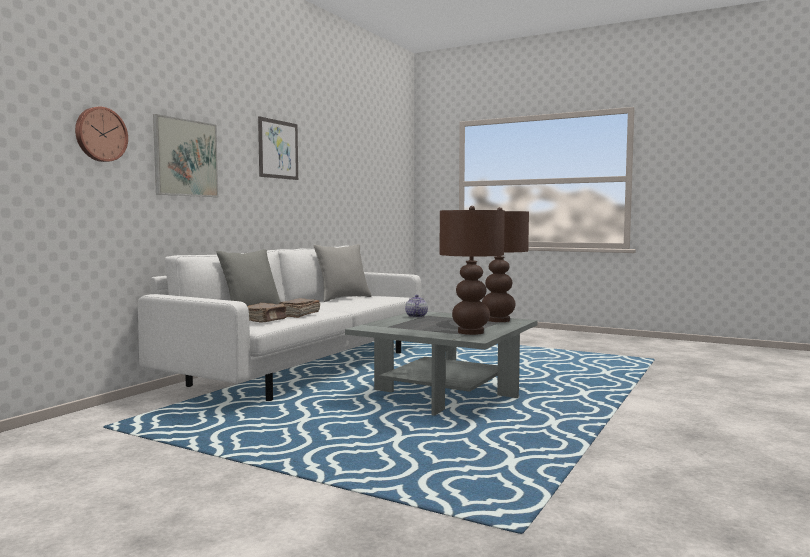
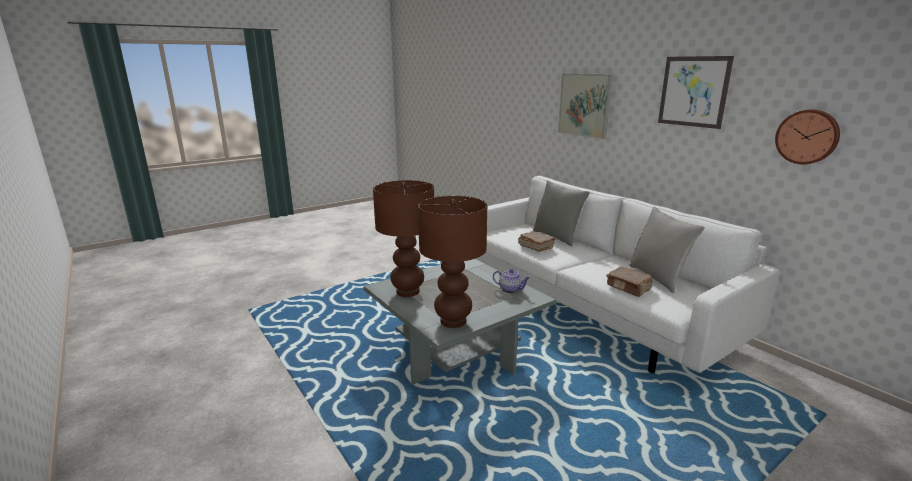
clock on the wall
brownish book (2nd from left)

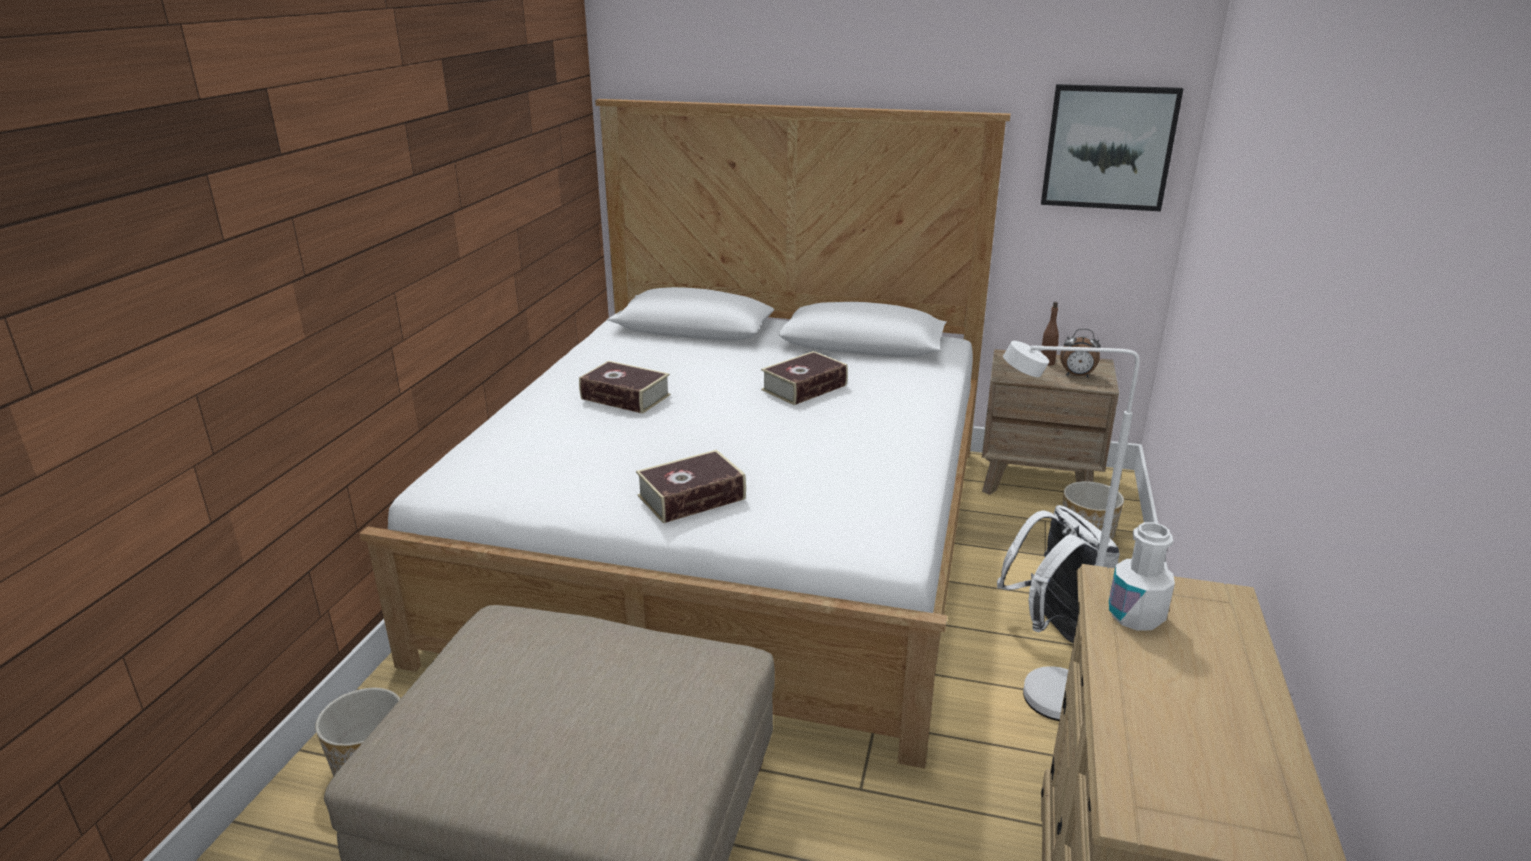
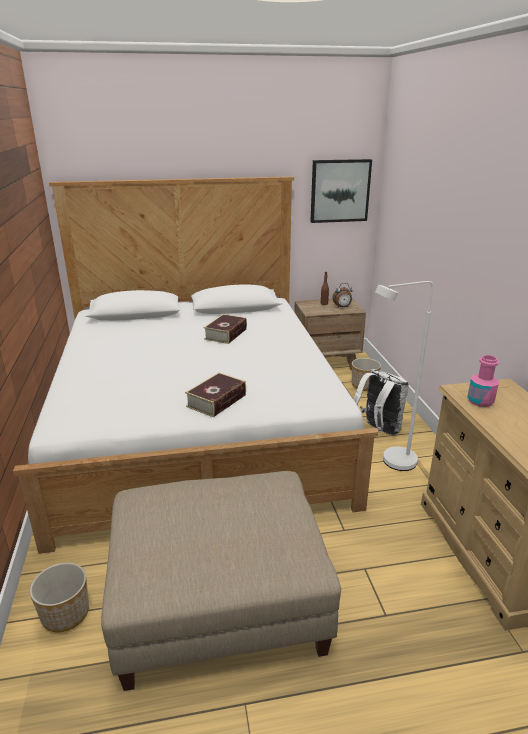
book (1st from left in the first image)
pink beverage bottle

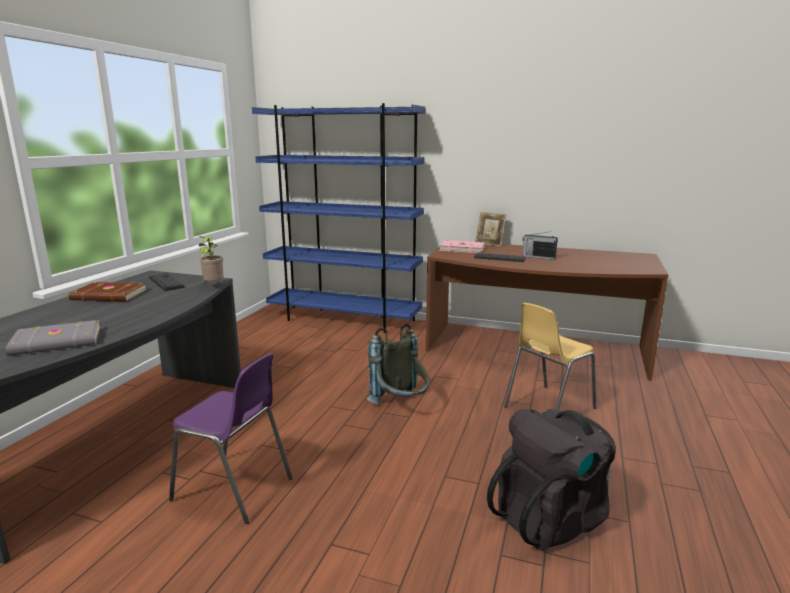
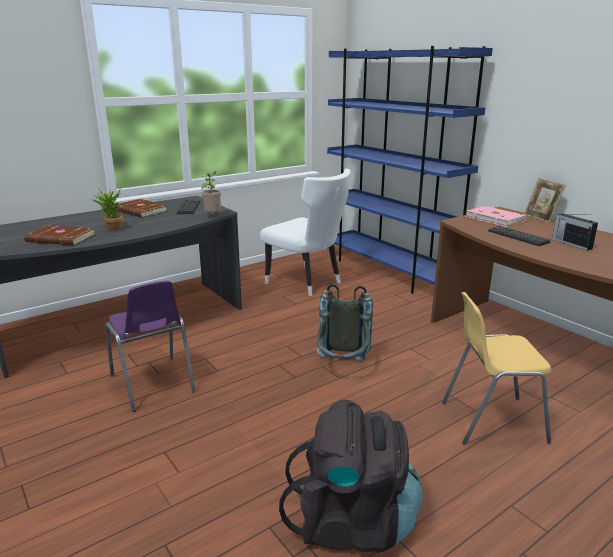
brownish book (1st from left)
white-coloured upright chair
houseplant (1st from left)

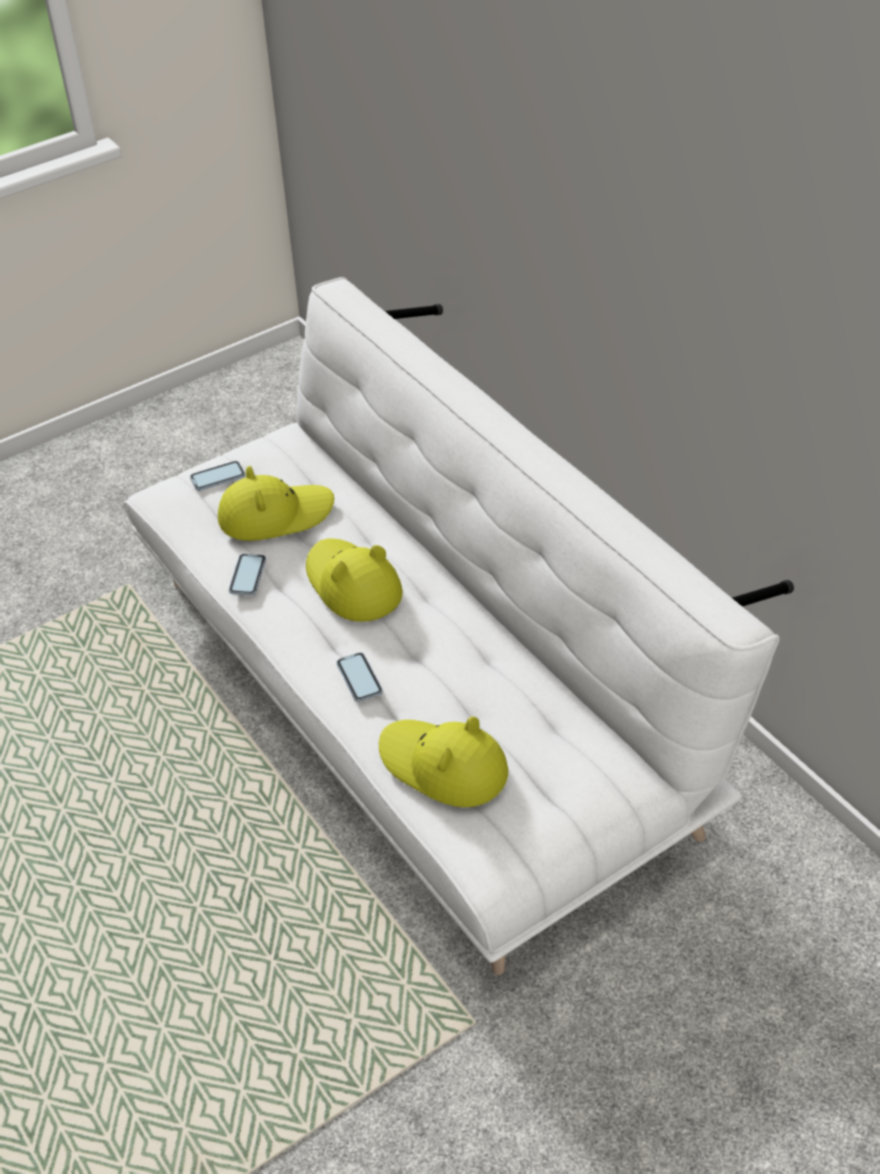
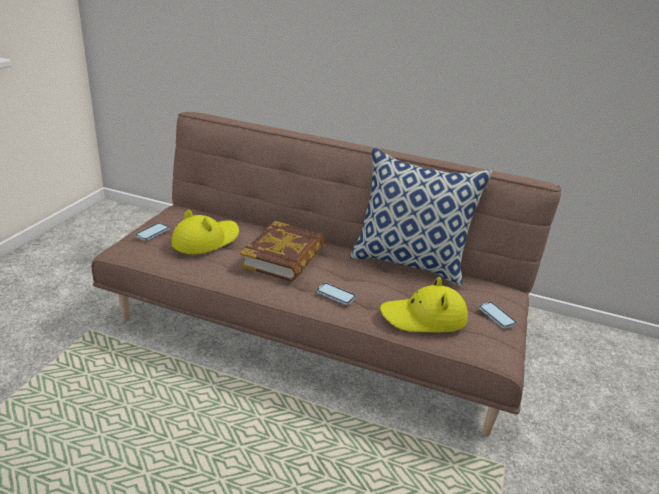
brownish couch
book
handset (3rd from left)
cushion

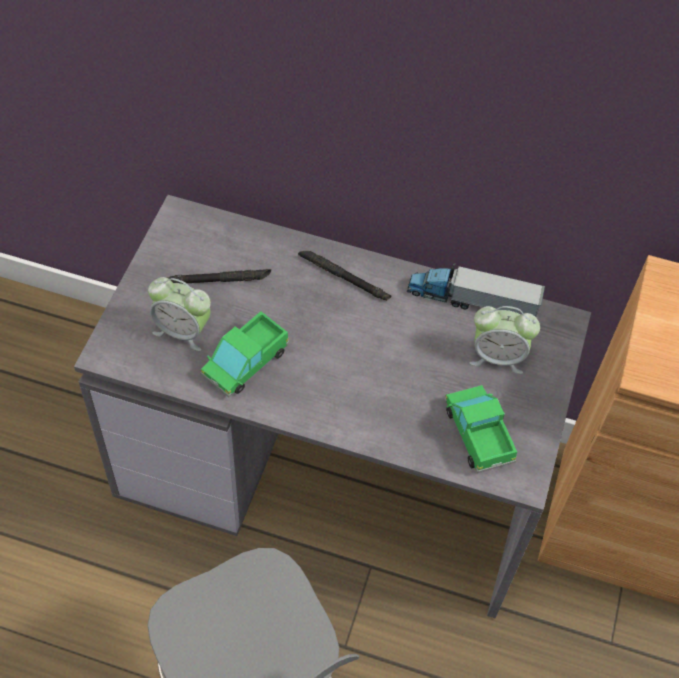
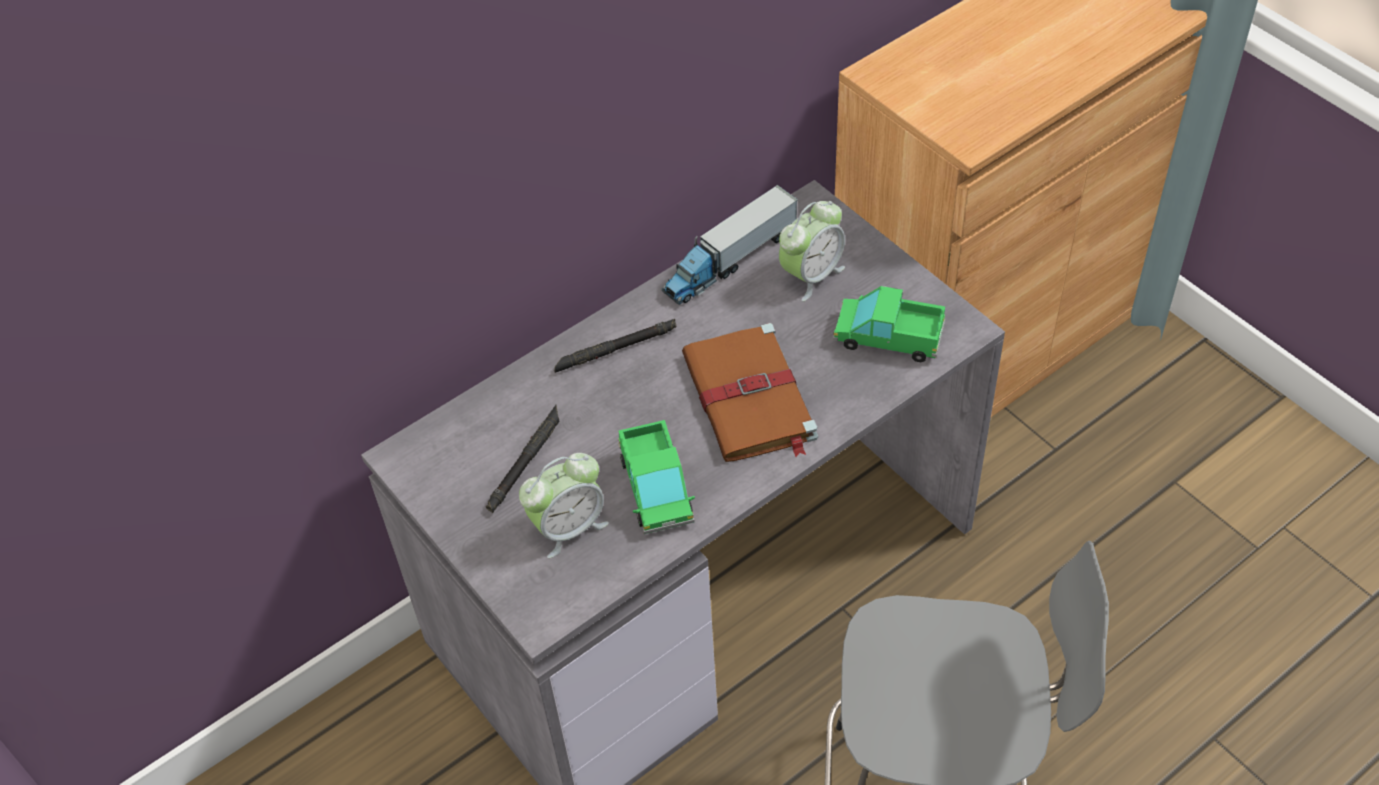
brownish book

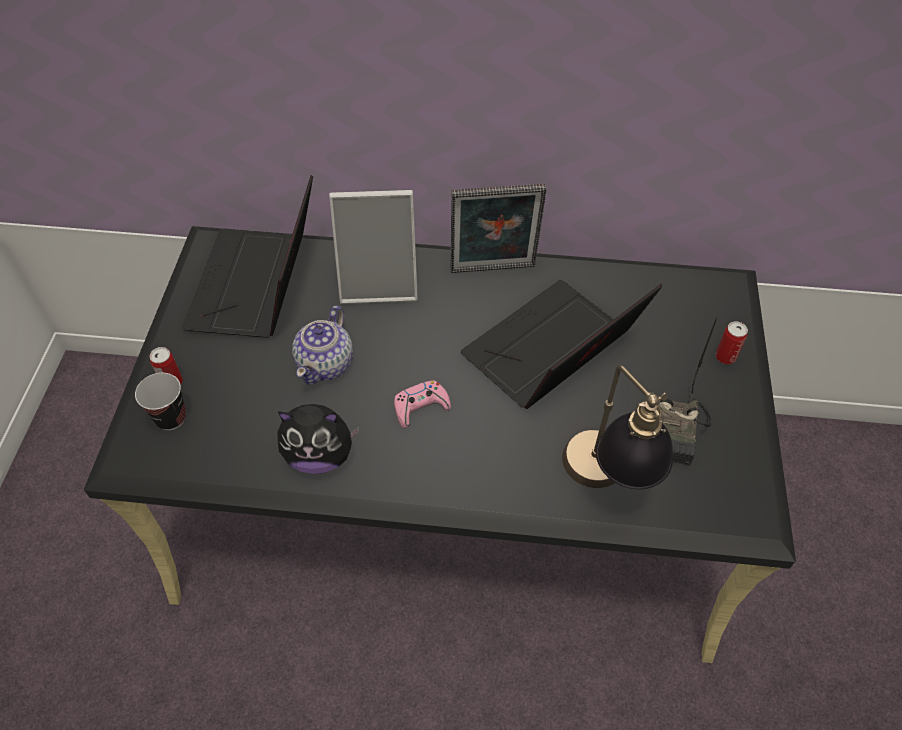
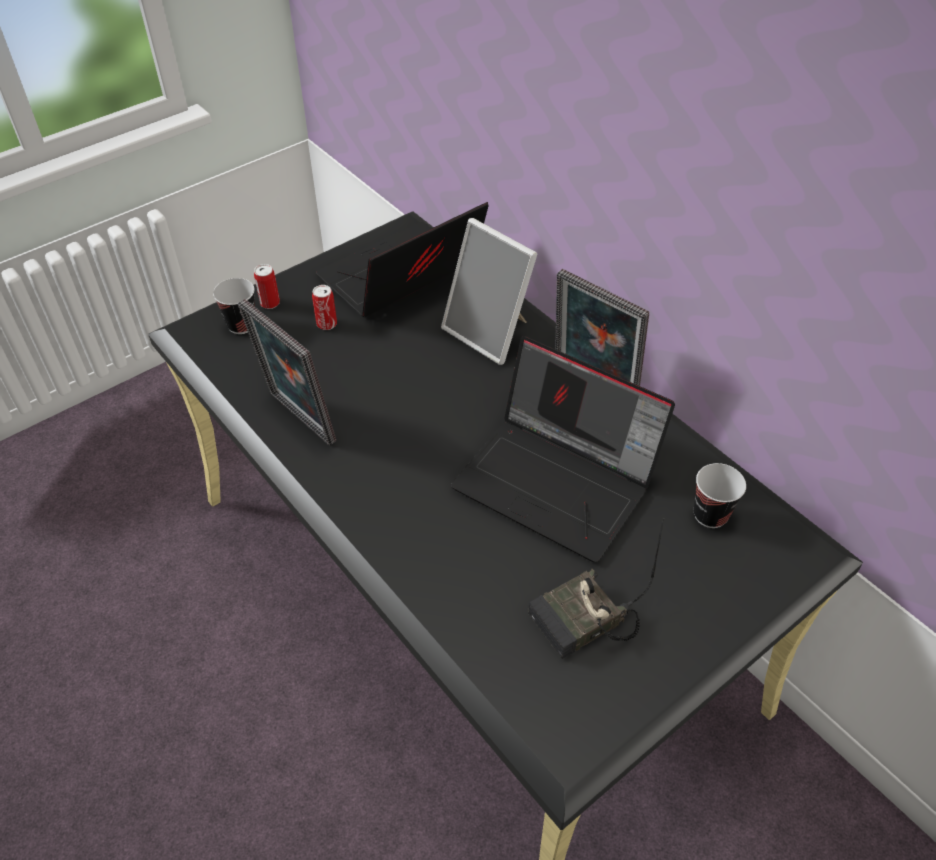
portable computer (2nd from left)
teapot
sealed can (2nd from left)
tabletop lamp
pink gamepad
photo frame (1st from left)
small cup (2nd from left)

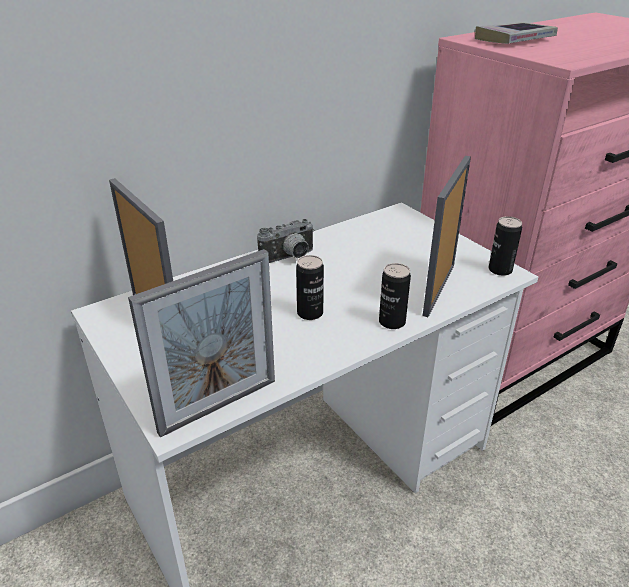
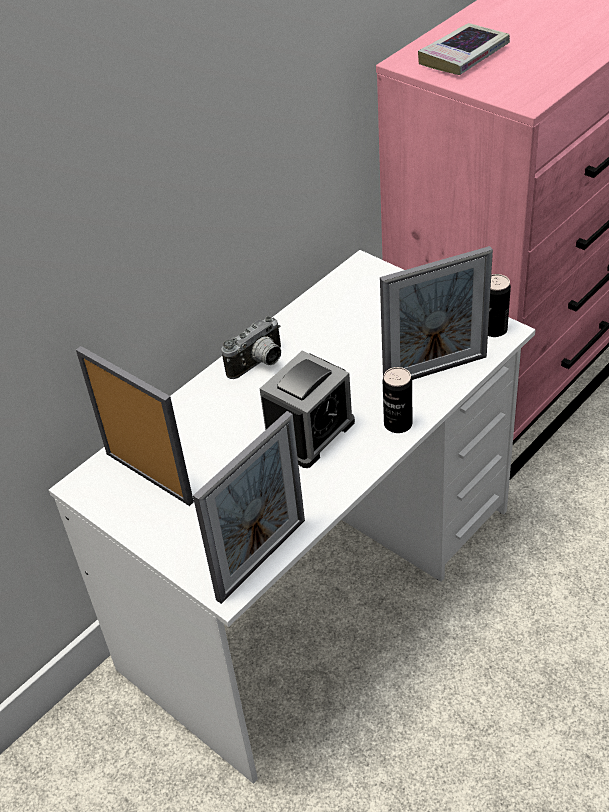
photo frame (3rd from left)
alarm clock

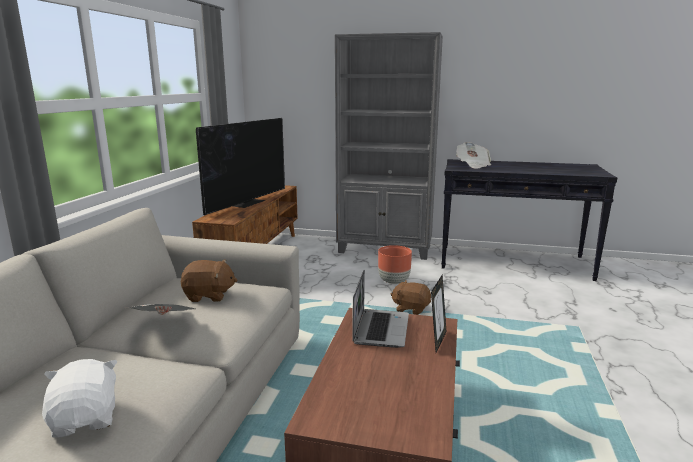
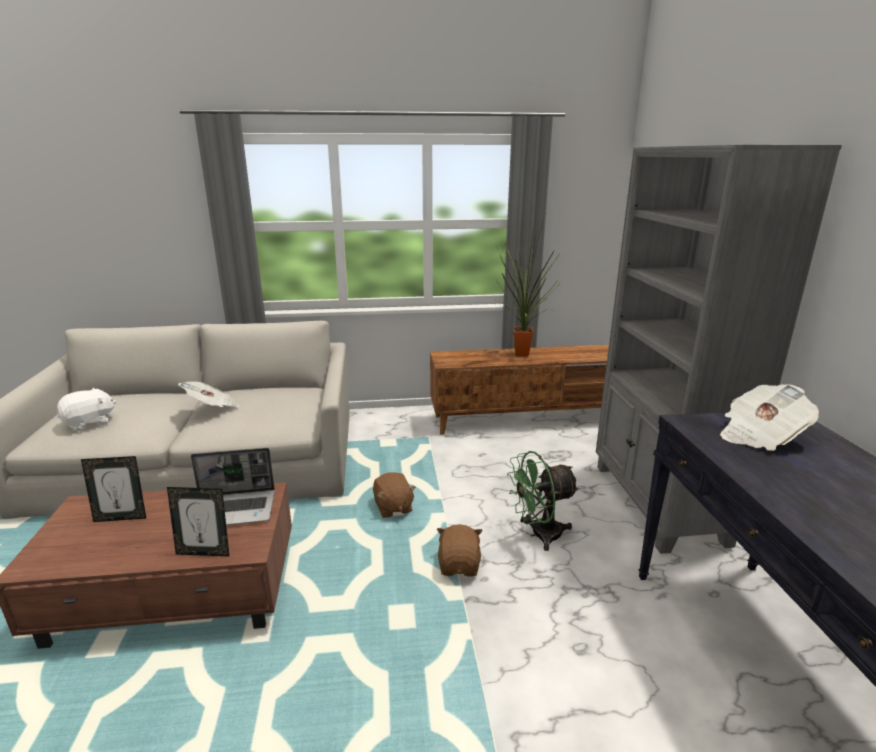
houseplant
green-coloured fan
brownish plush toy (1st from left)
photo frame (1st from left)

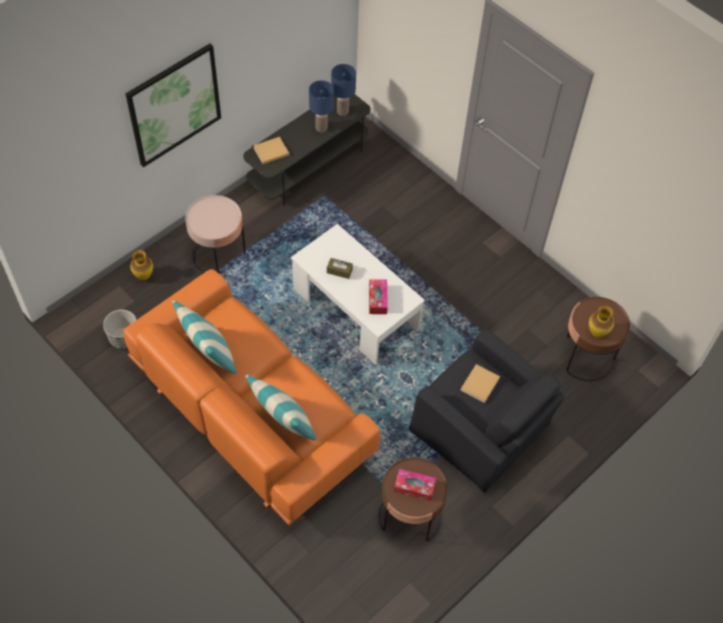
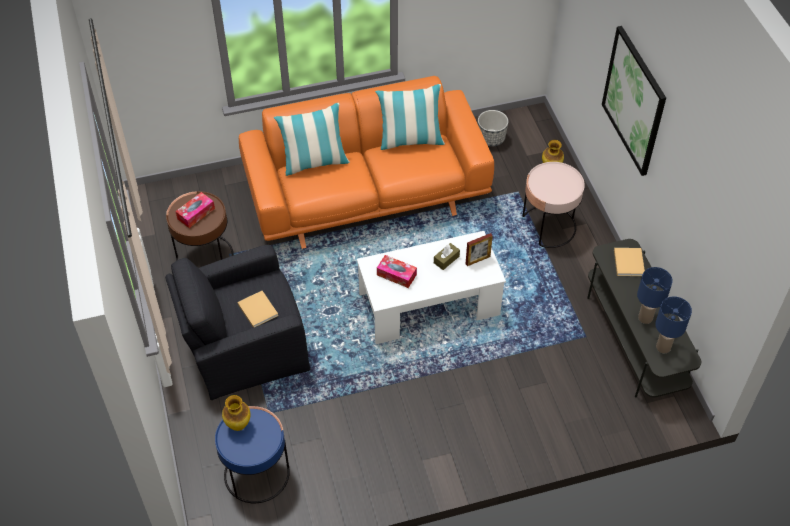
bluish accent table
photo frame

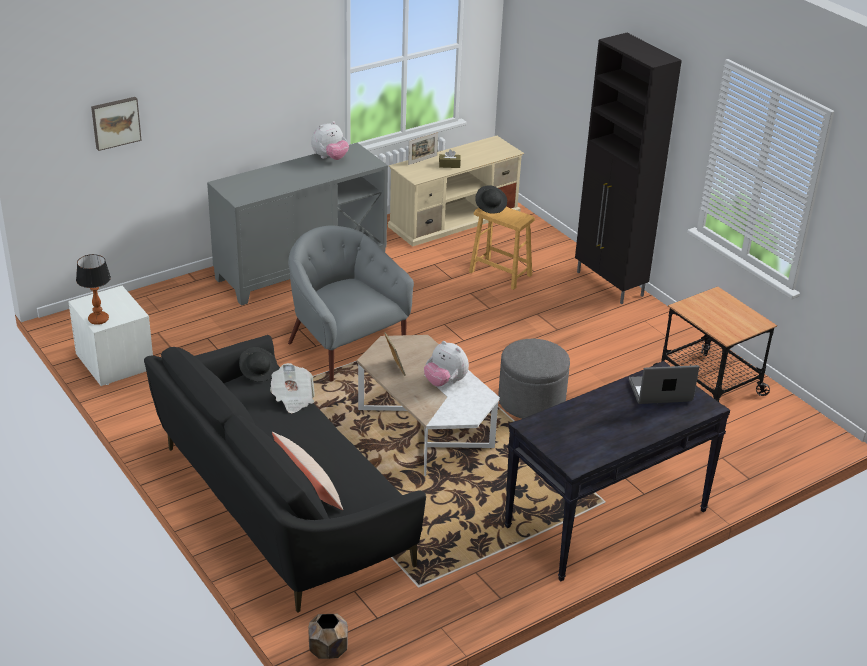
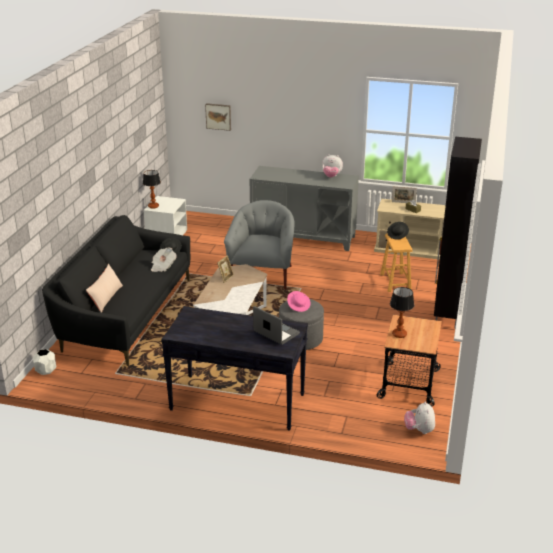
plush toy (2nd from left)
white-coloured flower pot
tabletop lamp (2nd from left)
pink clothing hat

